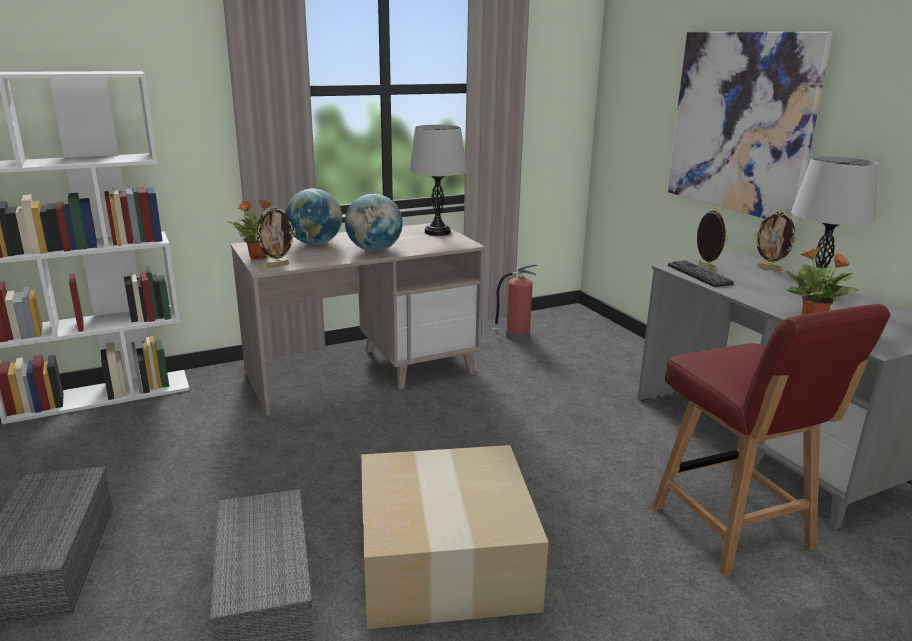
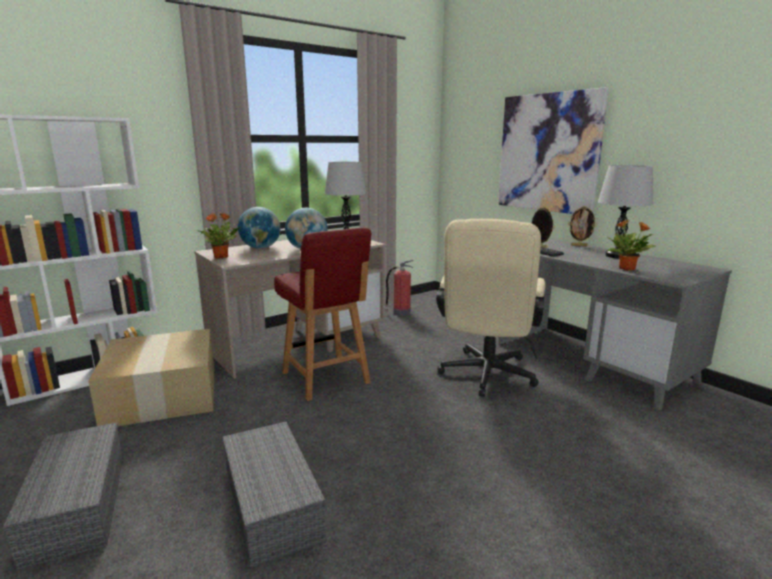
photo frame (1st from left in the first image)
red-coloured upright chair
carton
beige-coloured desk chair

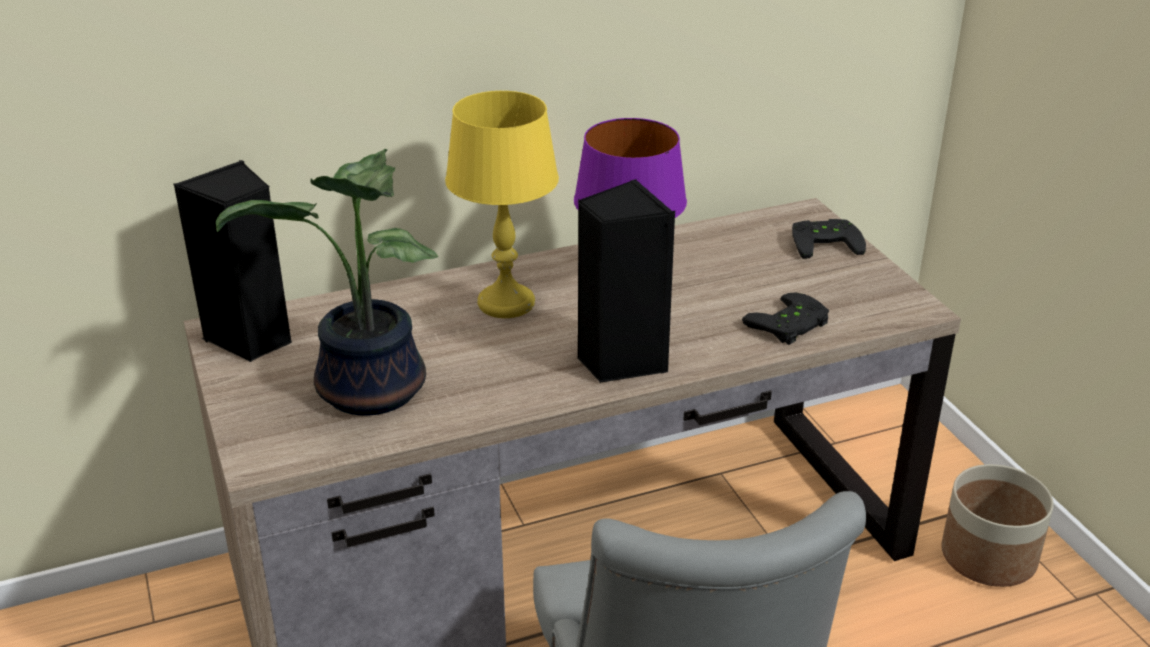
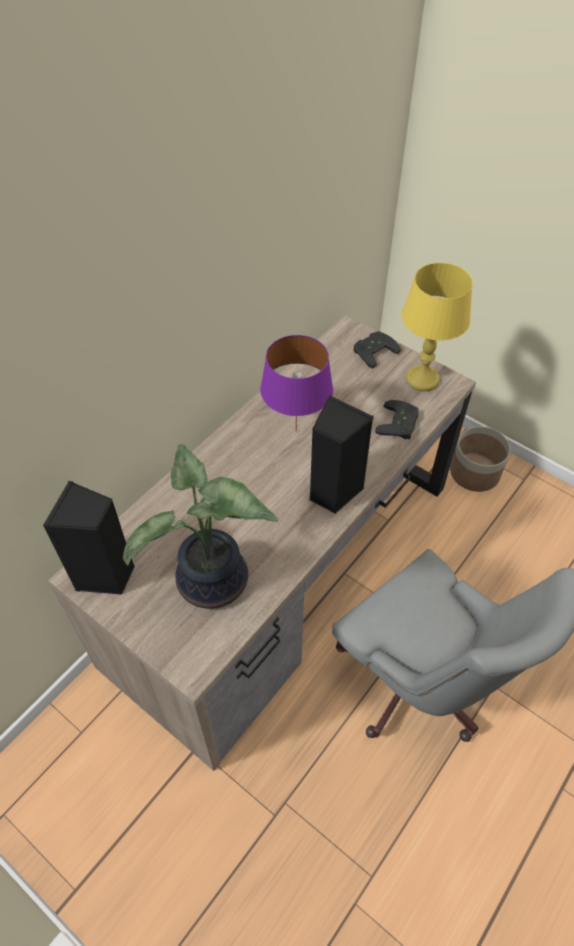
yellowish tabletop lamp

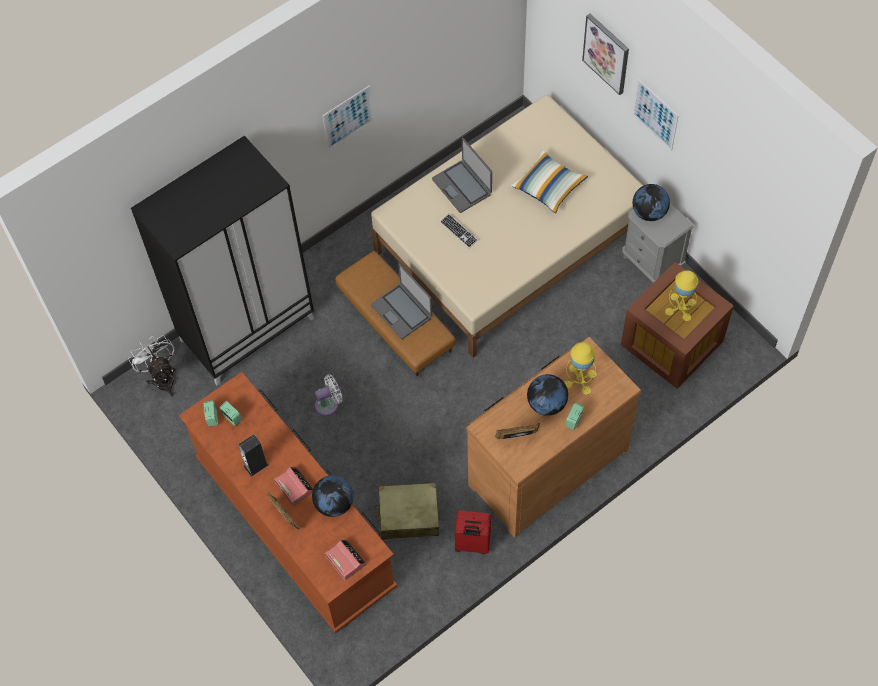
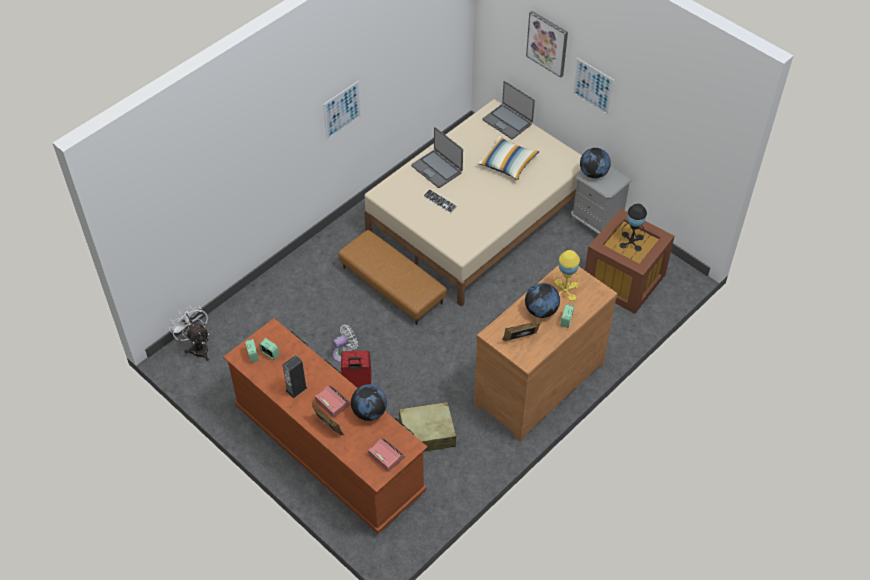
blackish wardrobe
portable computer (2nd from left)
blackish tabletop lamp
red-coloured piece of luggage

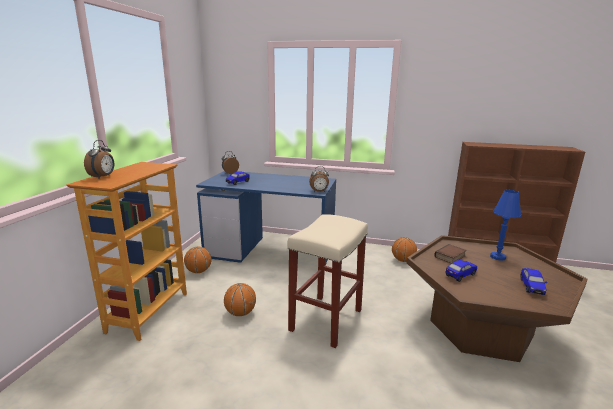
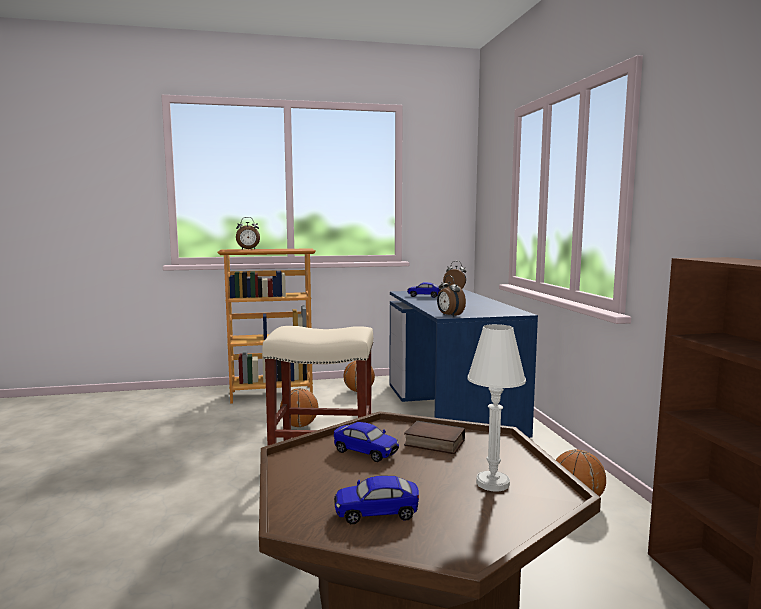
white-coloured tabletop lamp

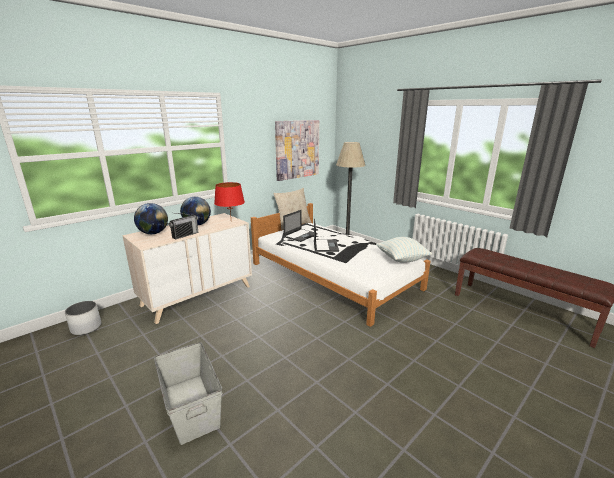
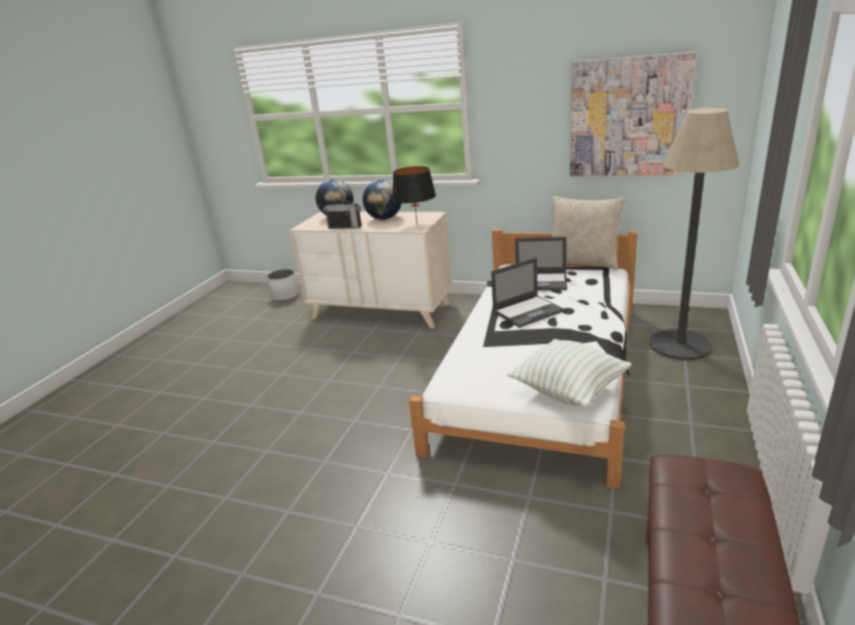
blackish tabletop lamp
gray storage container

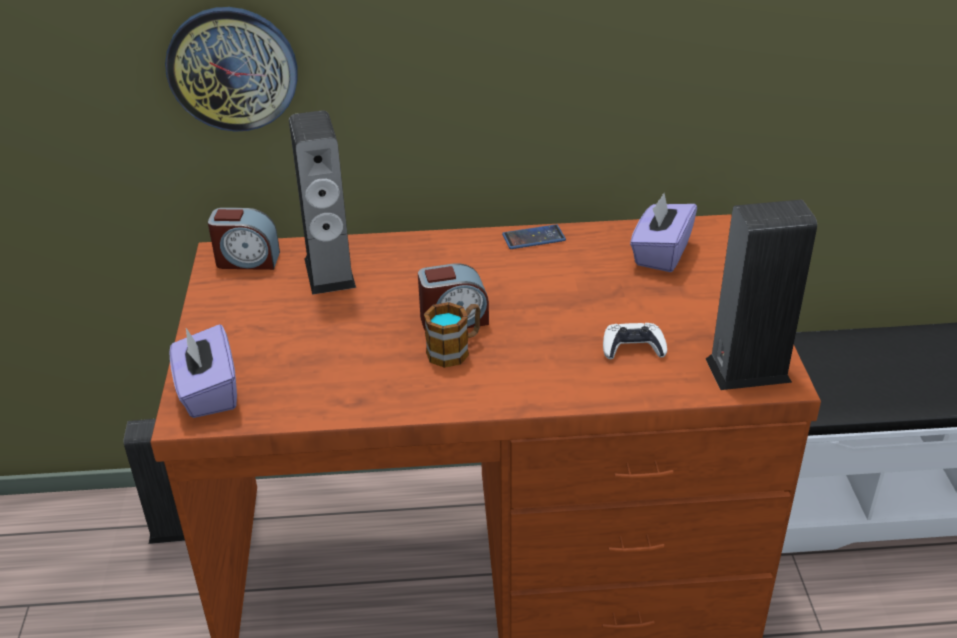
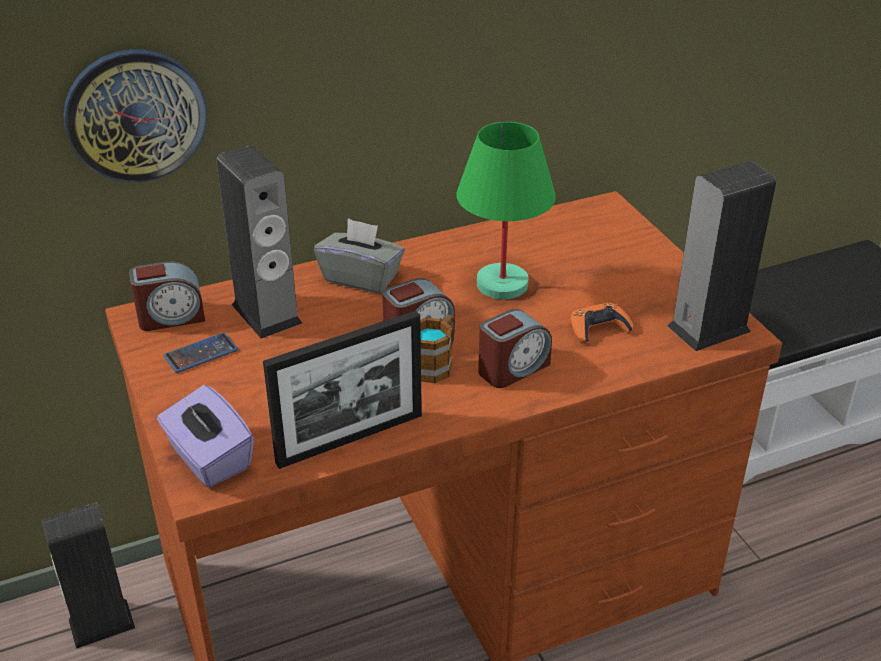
purple box of tissues (2nd from left in the first image)
handset
orange gamepad
green-coloured tabletop lamp
gray box of tissues
alarm clock (3rd from left)
photo frame

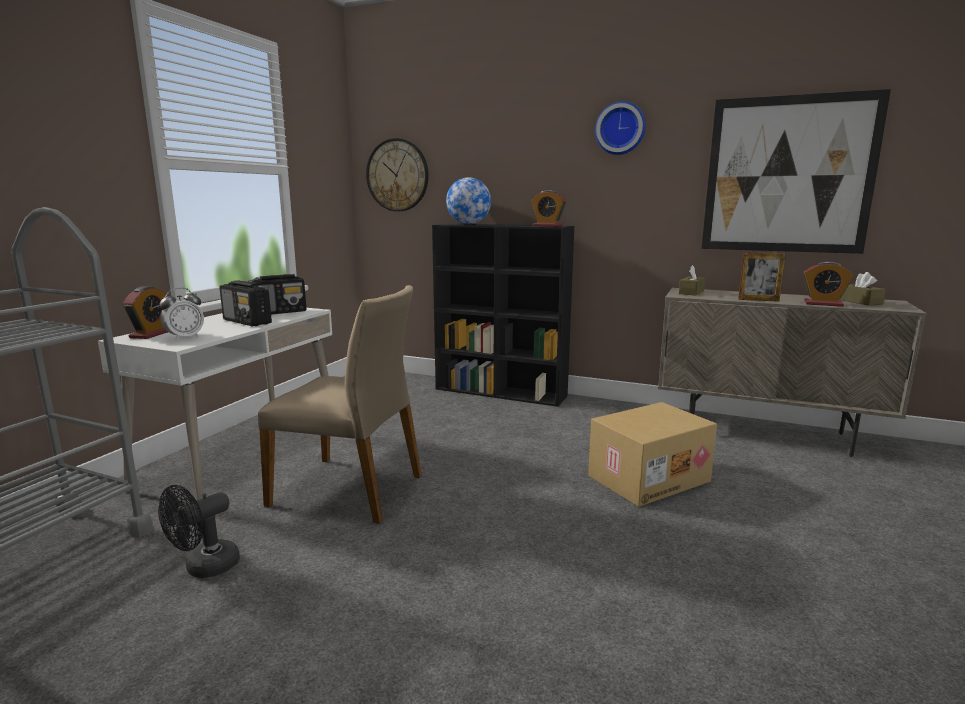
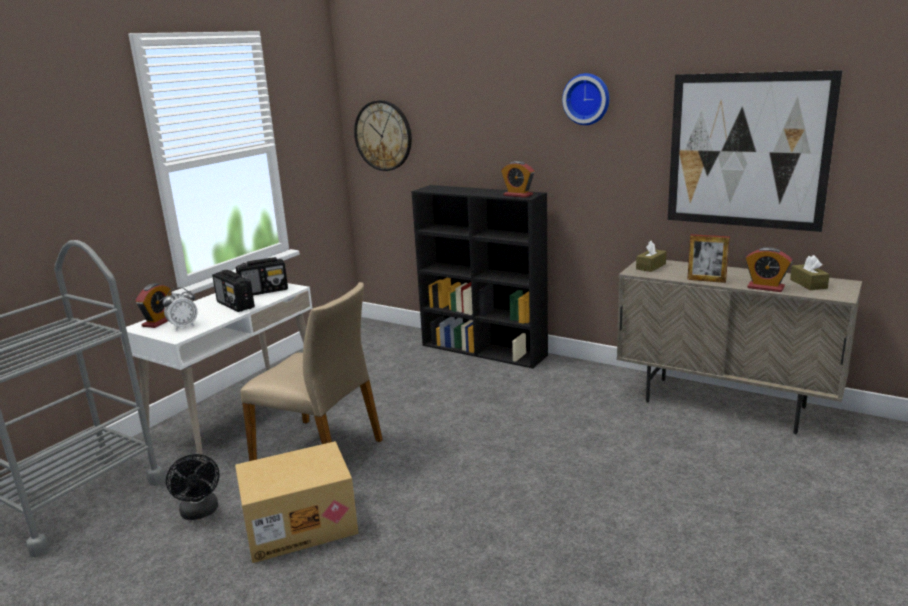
world globe
carton
blackish fan

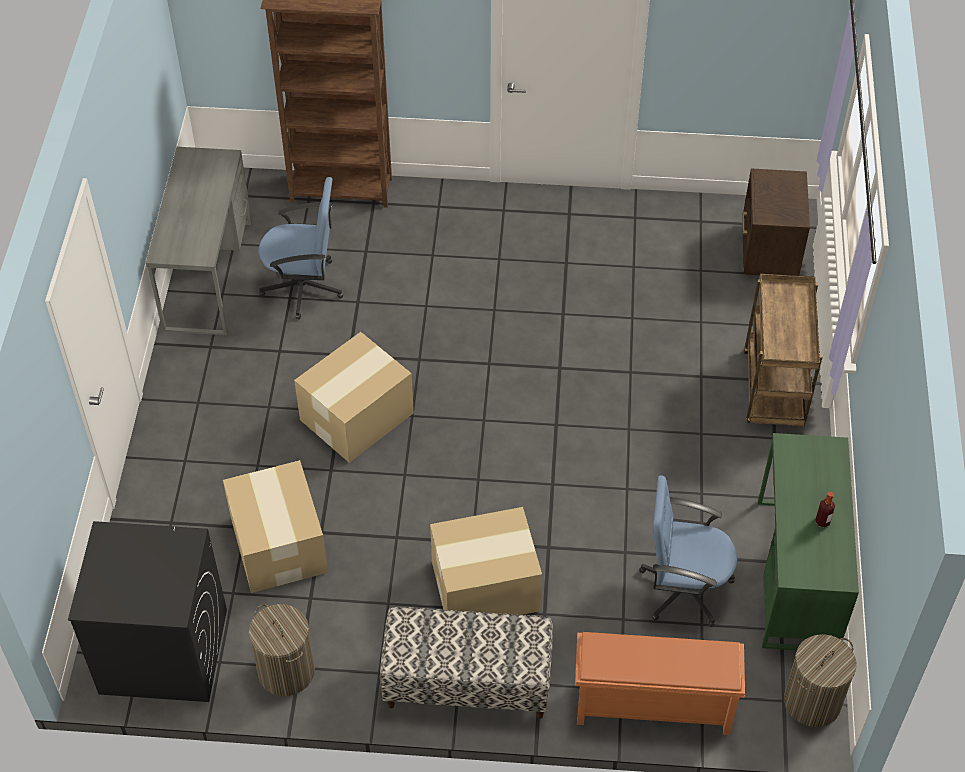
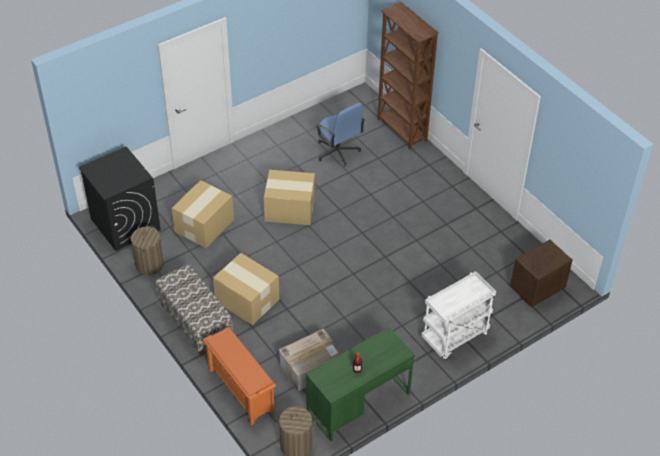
gray desk table
white-coloured cart
carton (4th from left)

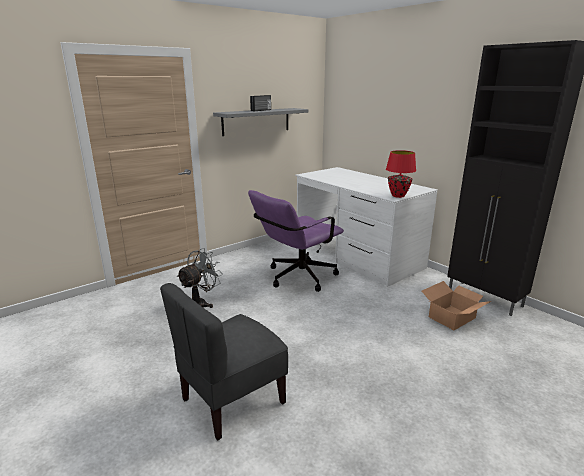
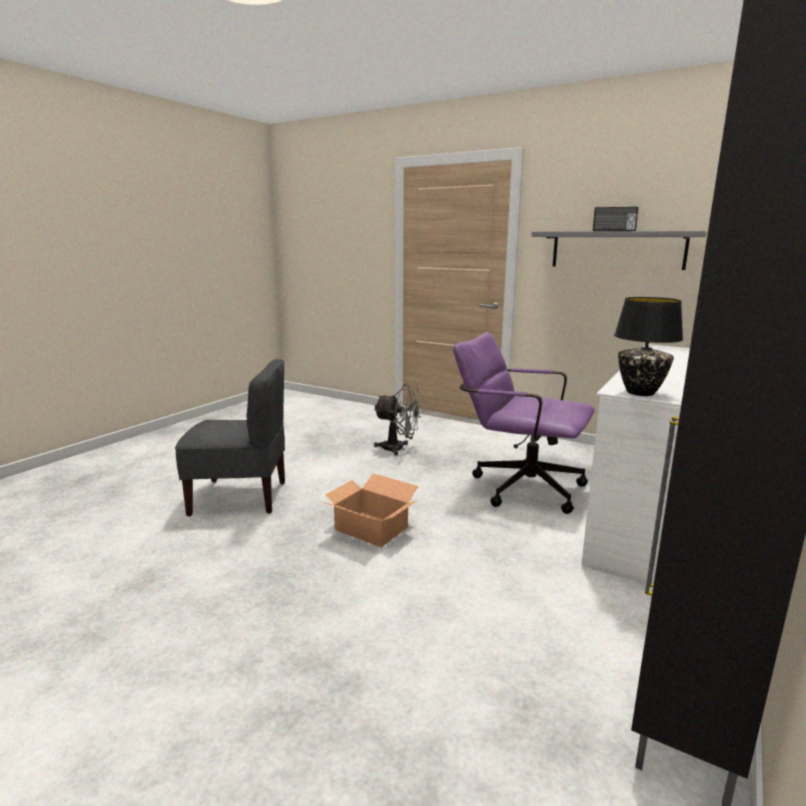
blackish tabletop lamp
carton
gray upright chair

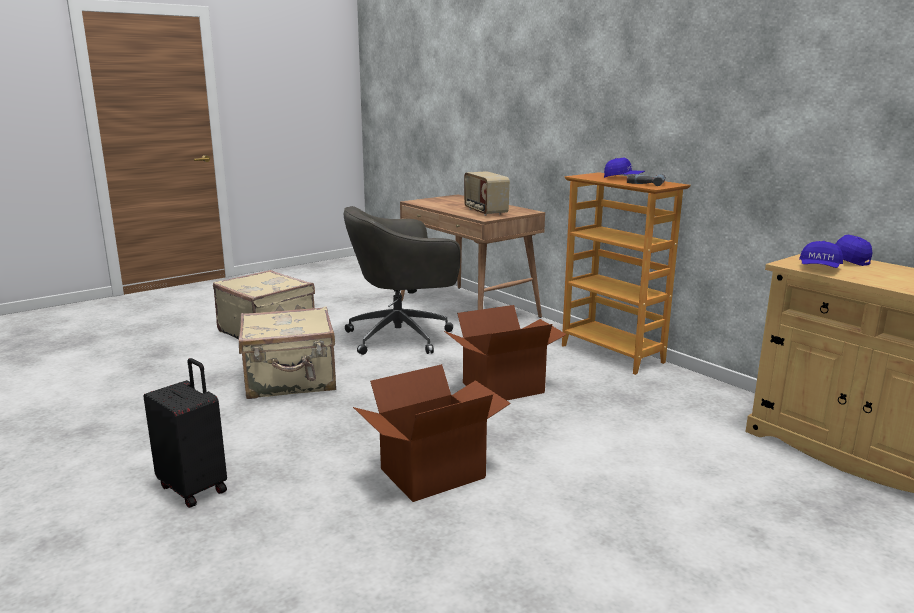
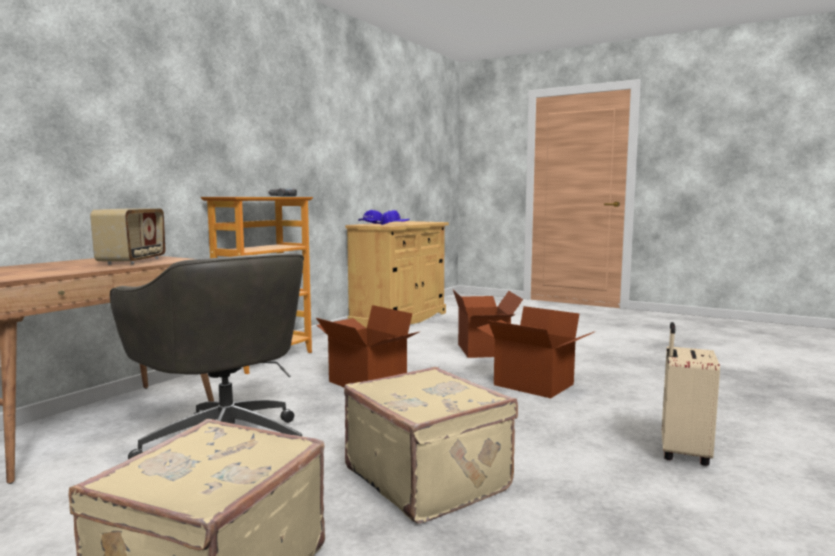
bluish peaked cap (1st from left in the first image)
radio
beige-coloured piece of luggage (3rd from left)
carton (2nd from left)

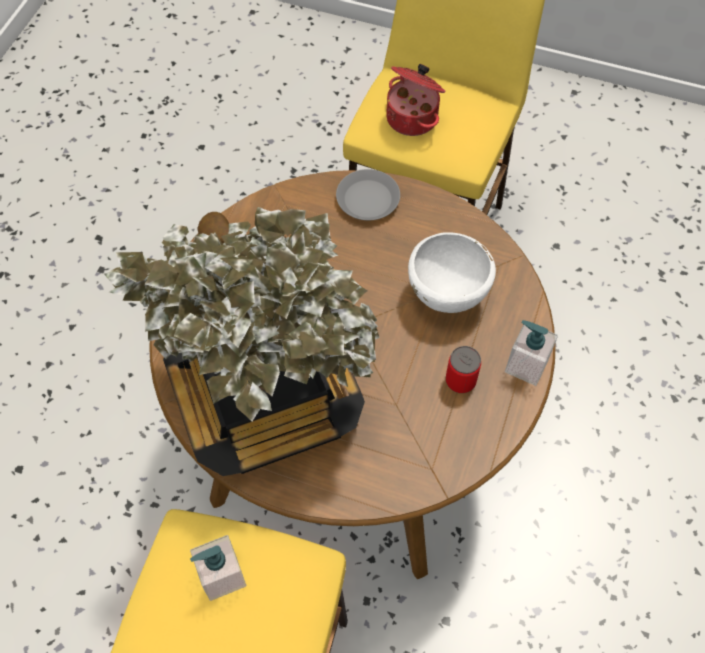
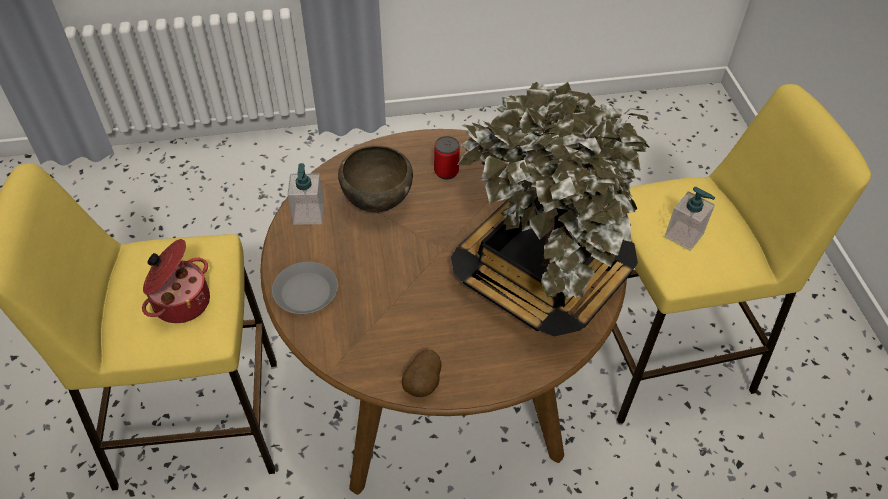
brownish deep dish
soap bottle (1st from left)

